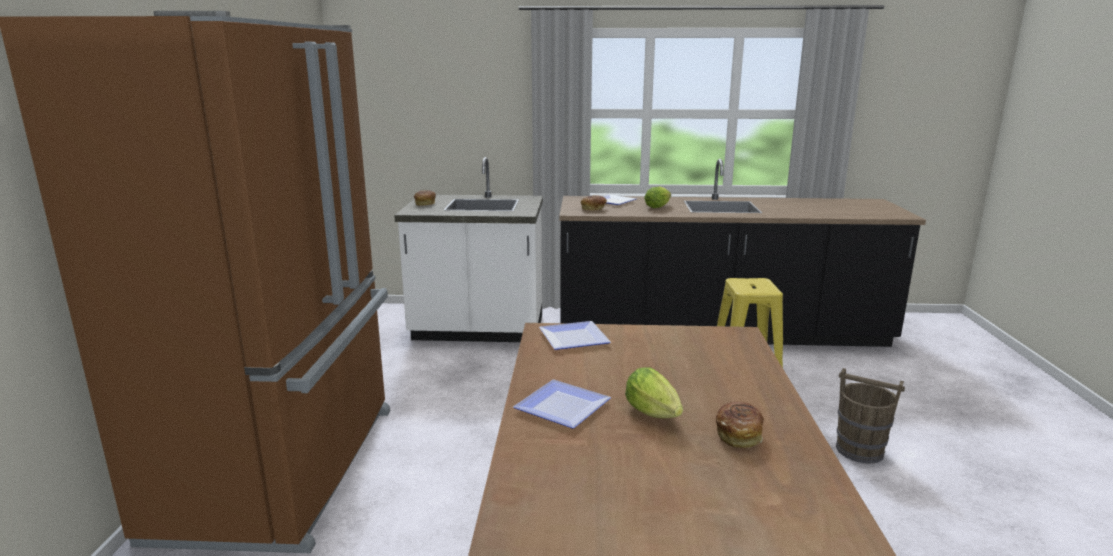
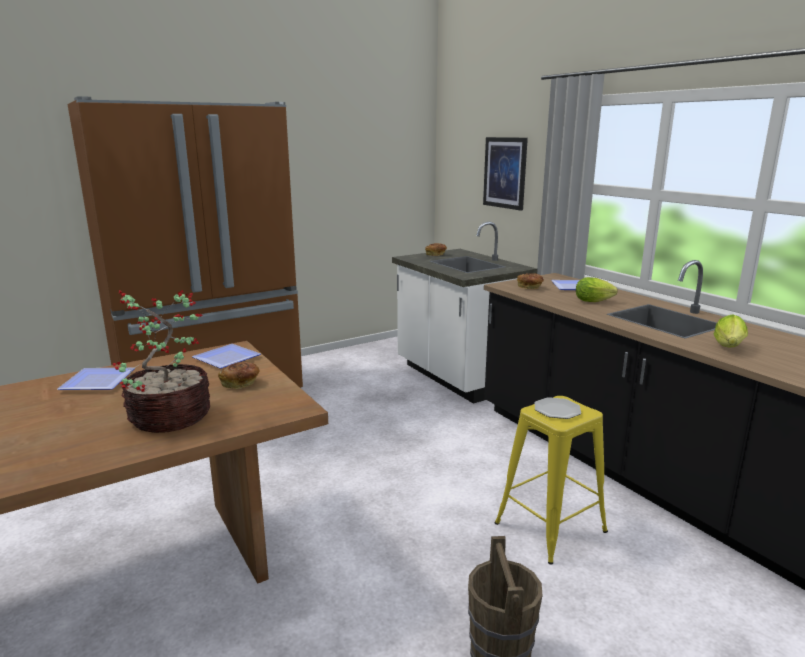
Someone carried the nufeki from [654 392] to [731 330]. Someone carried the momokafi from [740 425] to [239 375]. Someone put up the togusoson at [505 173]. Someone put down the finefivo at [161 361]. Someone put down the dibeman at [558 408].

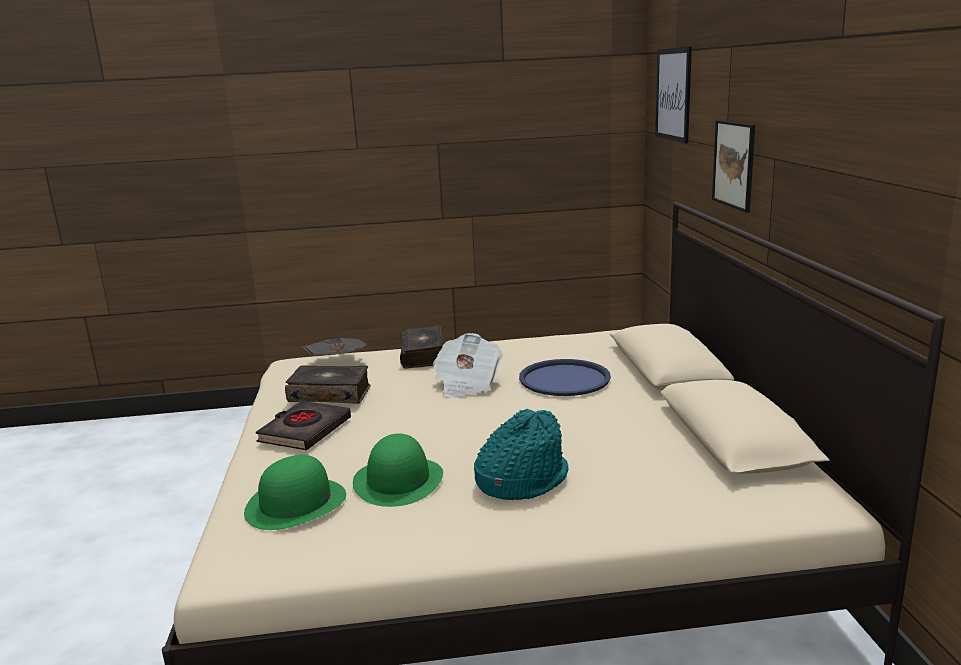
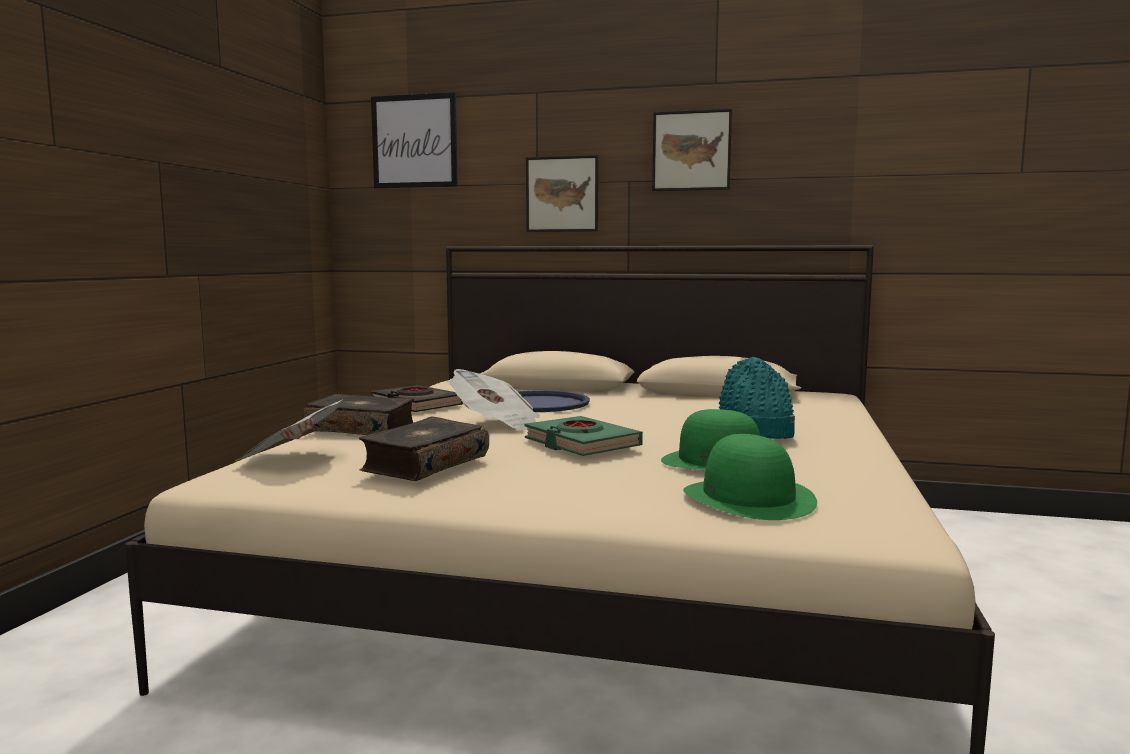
Someone carried the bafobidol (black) from [303 425] to [417 398]. Someone put up the togusoson at [692 150]. Someone put down the bafobidol (green) at [584 436].

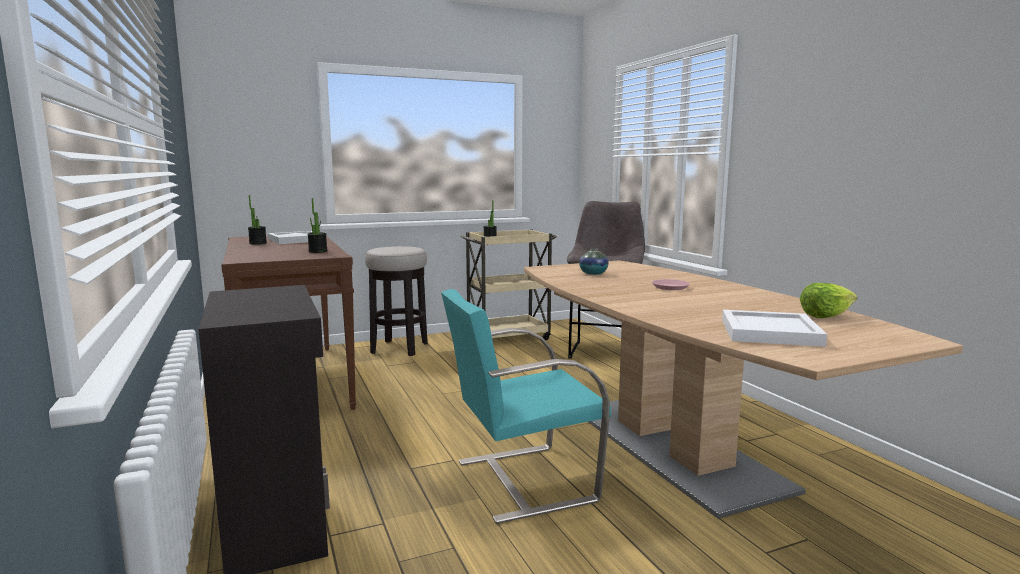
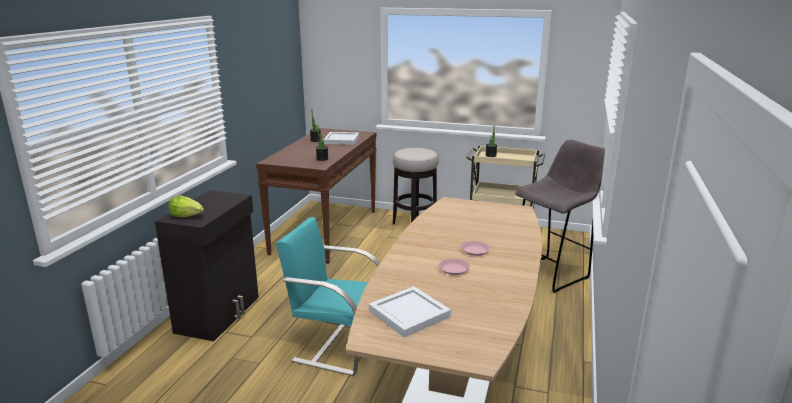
Someone took away the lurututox at [594 261]. Someone carried the nufeki from [828 300] to [186 206]. Someone put down the dibeman (pink) at [454 267].

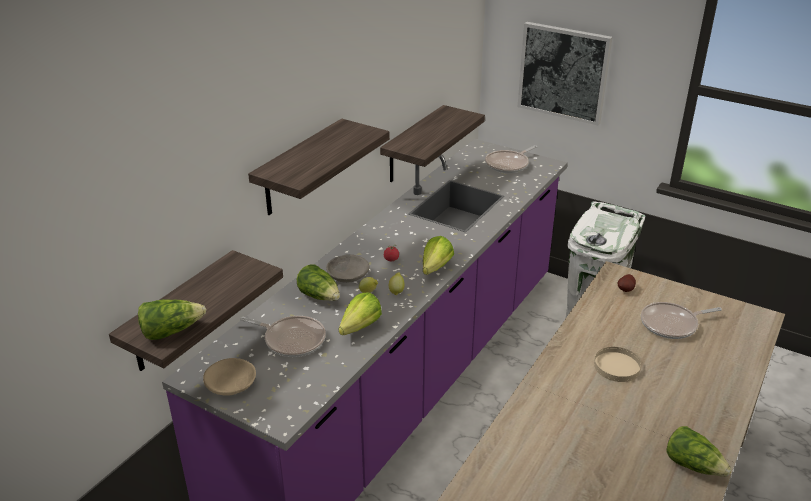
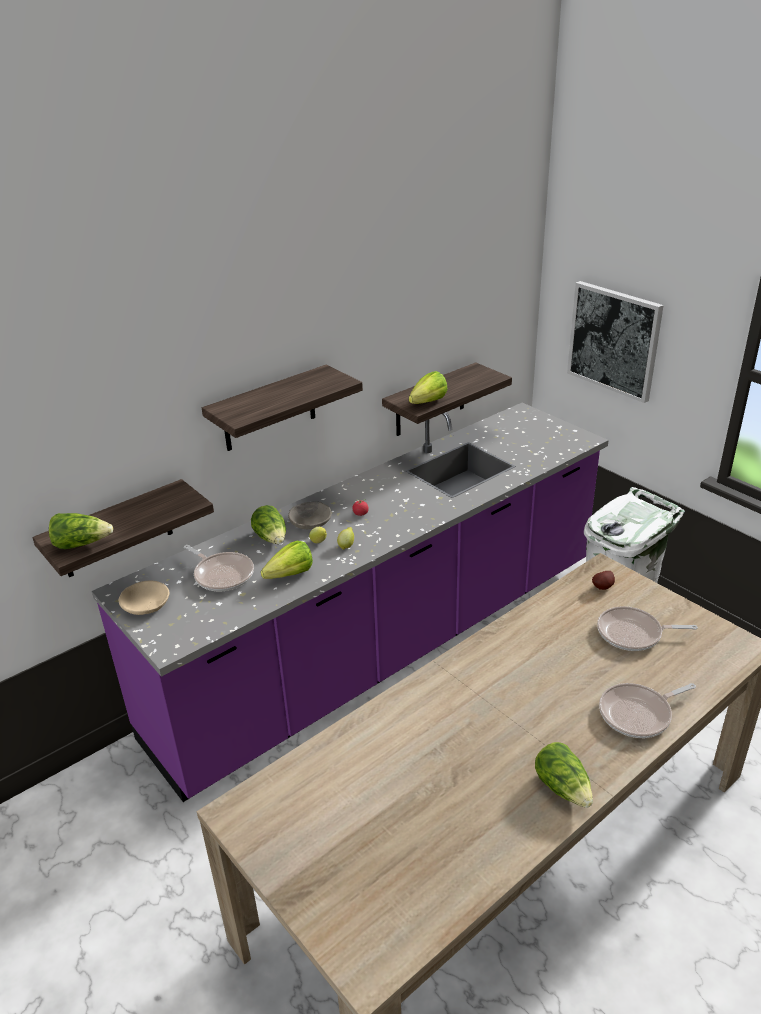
Someone carried the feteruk from [511 159] to [647 710]. Someone carried the nufeki from [438 255] to [428 387]. Someone took away the dibeman (beige) at [617 364].

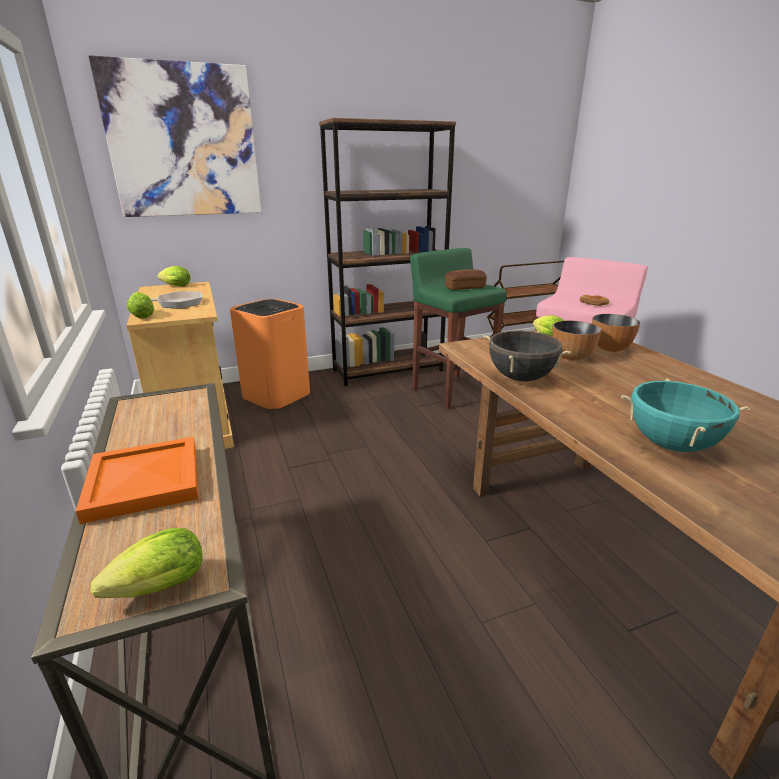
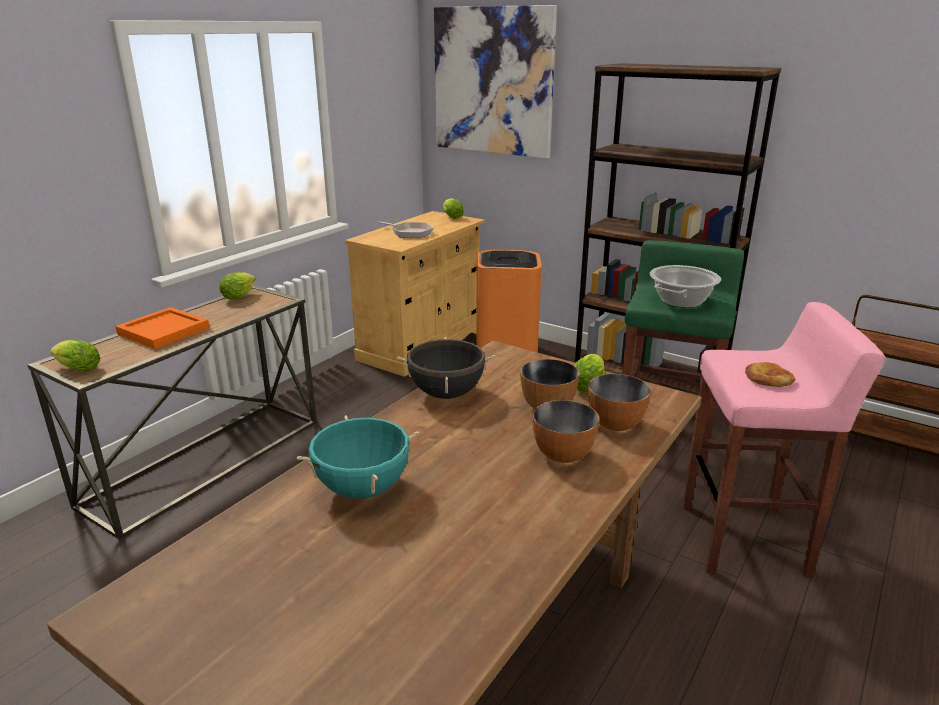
Someone swapped the momokafi at [466 279] for the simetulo at [685 286]. Someone carried the nufeki from [140 305] to [237 286]. Someone put down the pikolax at [566 431].

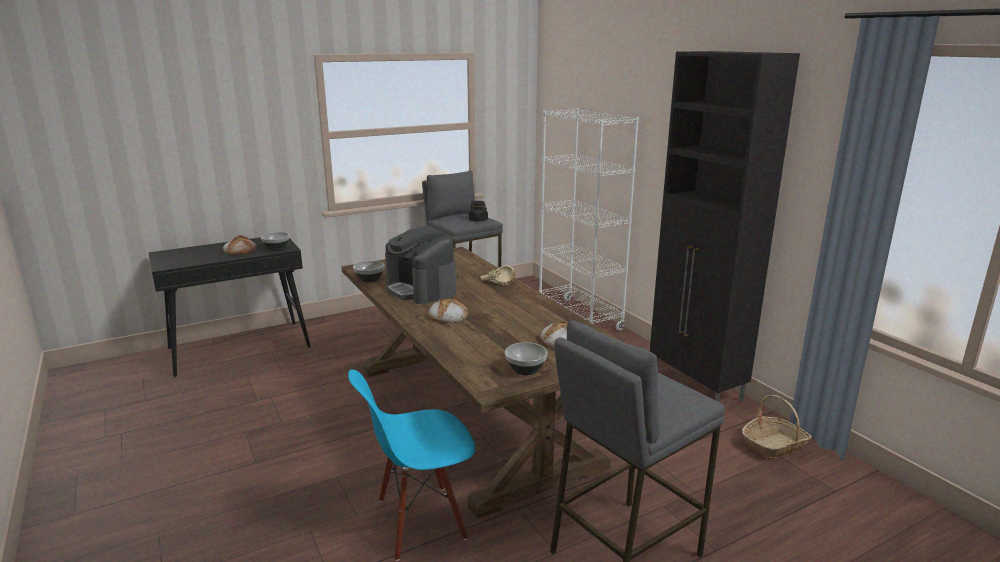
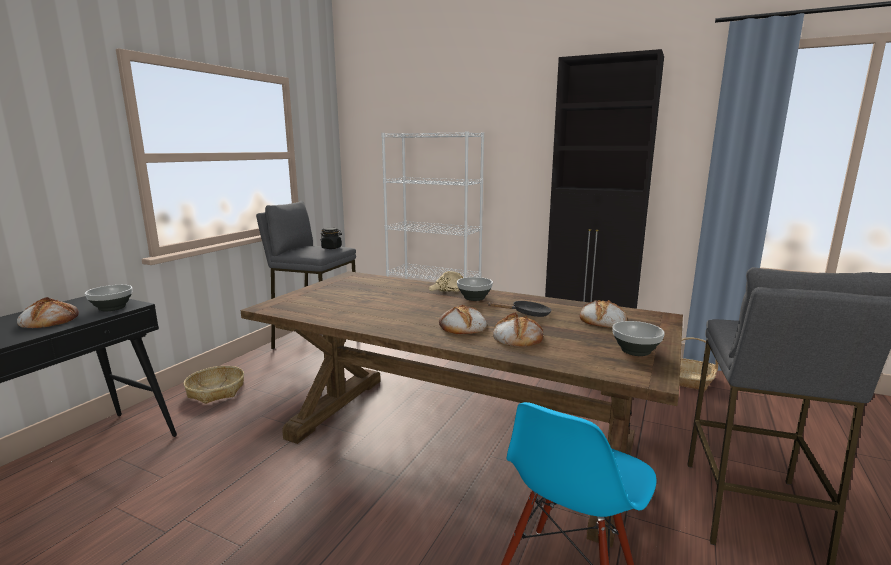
Someone took away the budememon at [420 265]. Someone carried the pikolax from [369 271] to [475 289]. Someone put down the feteruk (black) at [519 309]. Someone put down the momokafi at [518 329]. Someone put down the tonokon at [214 385].

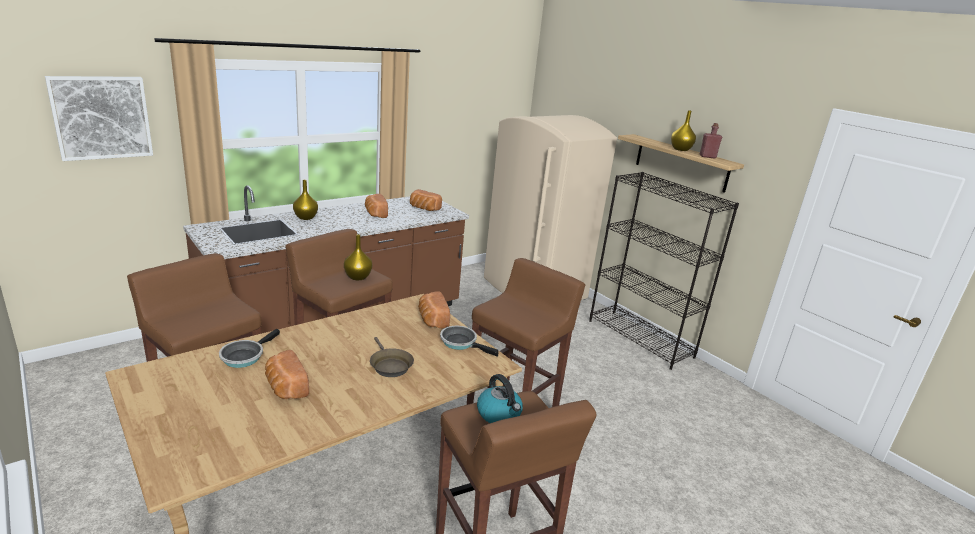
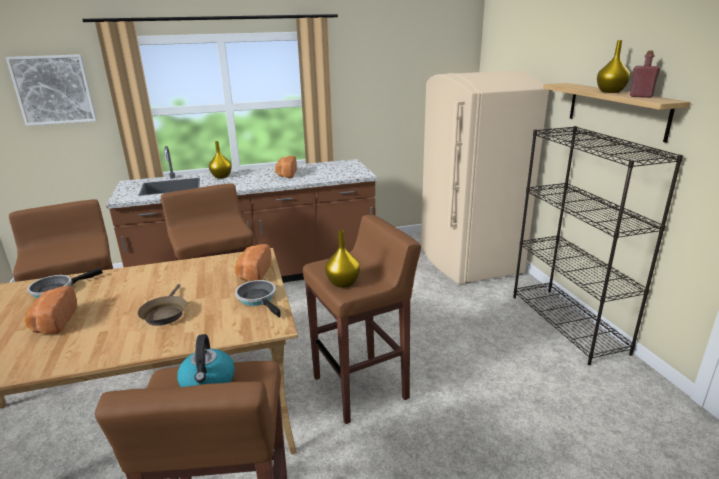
Someone took away the momokafi at [426 200]. Someone carried the lurututox (yellow) from [358 257] to [342 259].

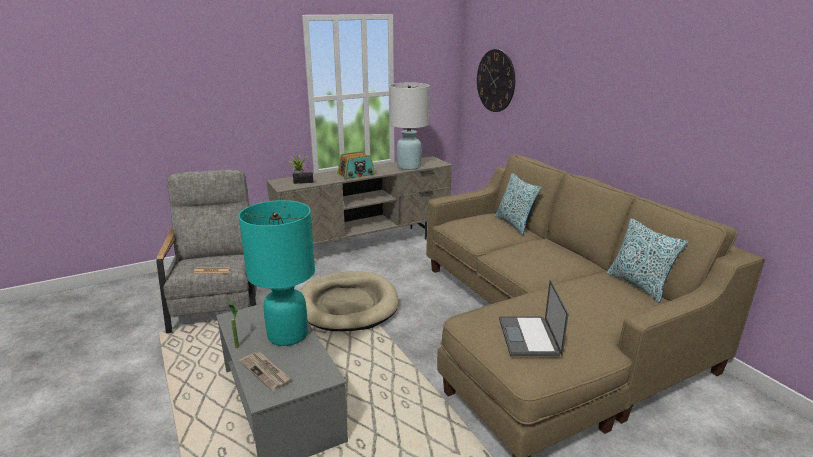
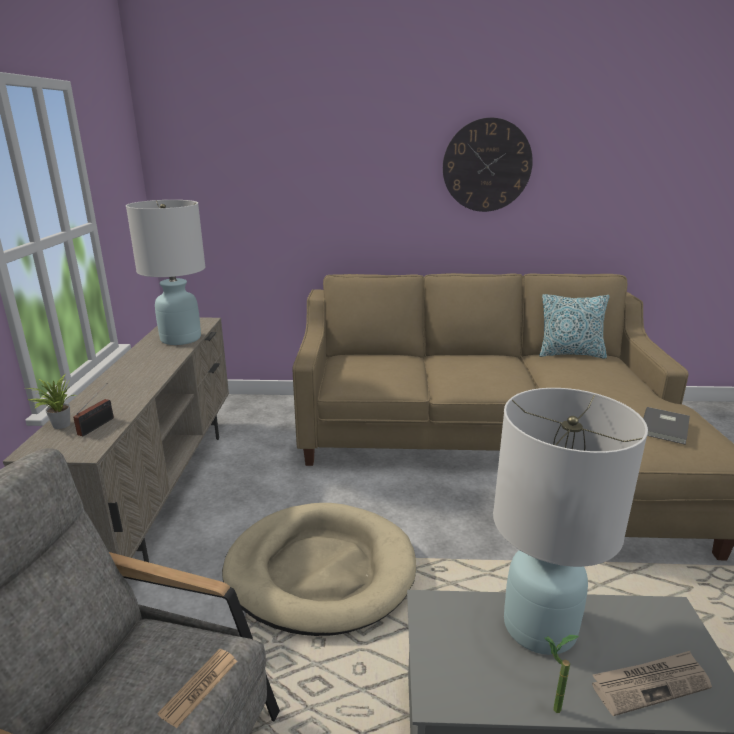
Someone carried the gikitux from [496 80] to [488 165]. Someone took away the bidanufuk at [356 165]. Someone took away the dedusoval at [518 204]. Someone repainted the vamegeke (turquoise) at [276 273], which became the vamegeke (white) at [570 521]. Someone swapped the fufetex at [534 318] for the bafobidol (grey) at [666 426].

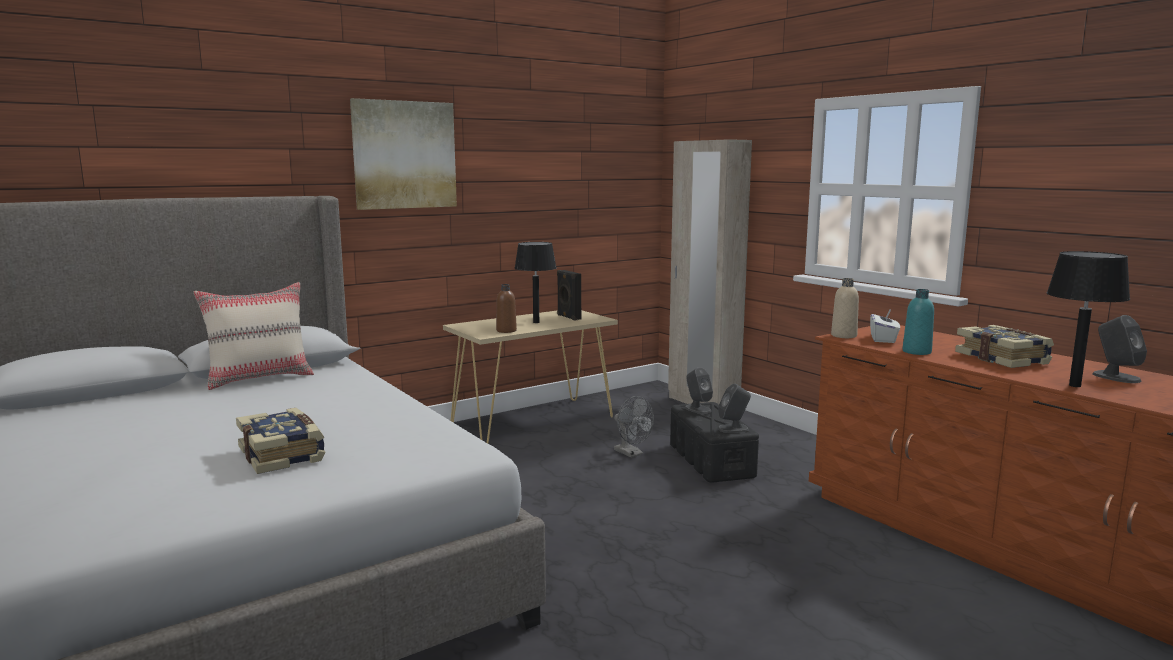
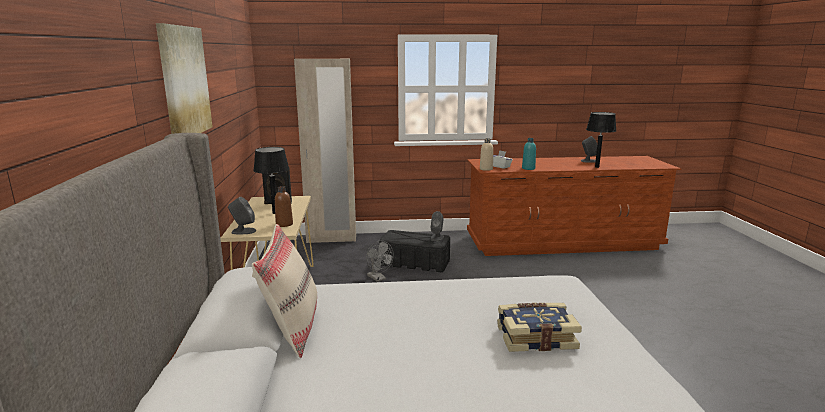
Someone took away the bafobidol at [1004 346]. Someone carried the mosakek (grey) from [699 390] to [242 215]. Someone rotated the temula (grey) at [634 427] by 60 degrees clockwise.

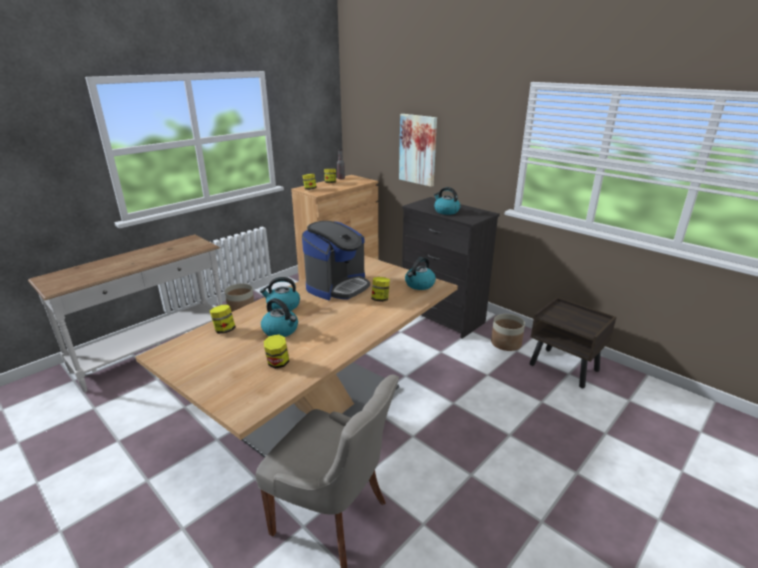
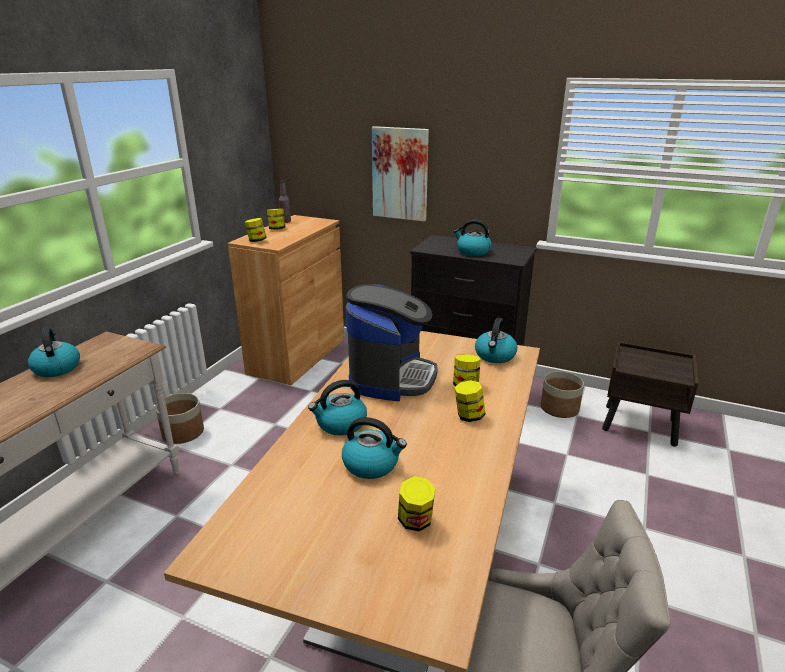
Someone carried the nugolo from [223 319] to [470 401]. Someone put down the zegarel at [54 352].

